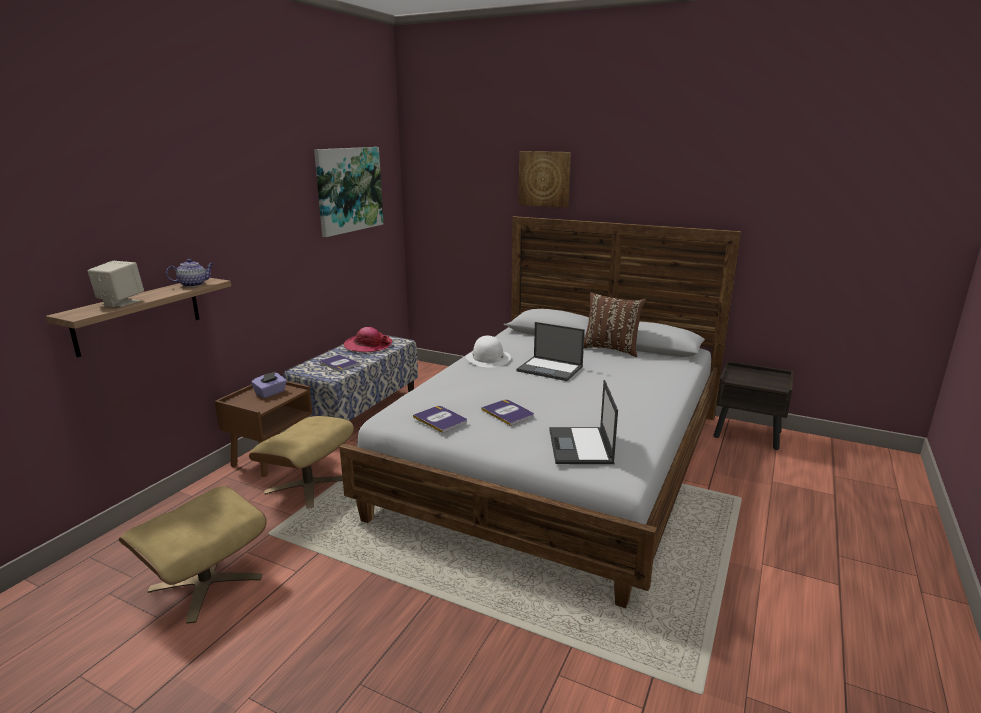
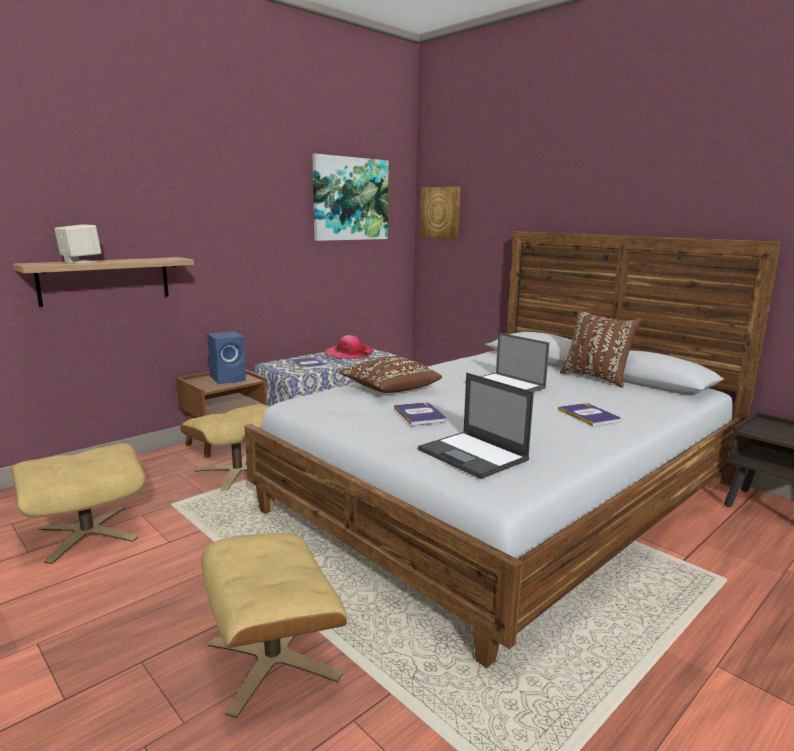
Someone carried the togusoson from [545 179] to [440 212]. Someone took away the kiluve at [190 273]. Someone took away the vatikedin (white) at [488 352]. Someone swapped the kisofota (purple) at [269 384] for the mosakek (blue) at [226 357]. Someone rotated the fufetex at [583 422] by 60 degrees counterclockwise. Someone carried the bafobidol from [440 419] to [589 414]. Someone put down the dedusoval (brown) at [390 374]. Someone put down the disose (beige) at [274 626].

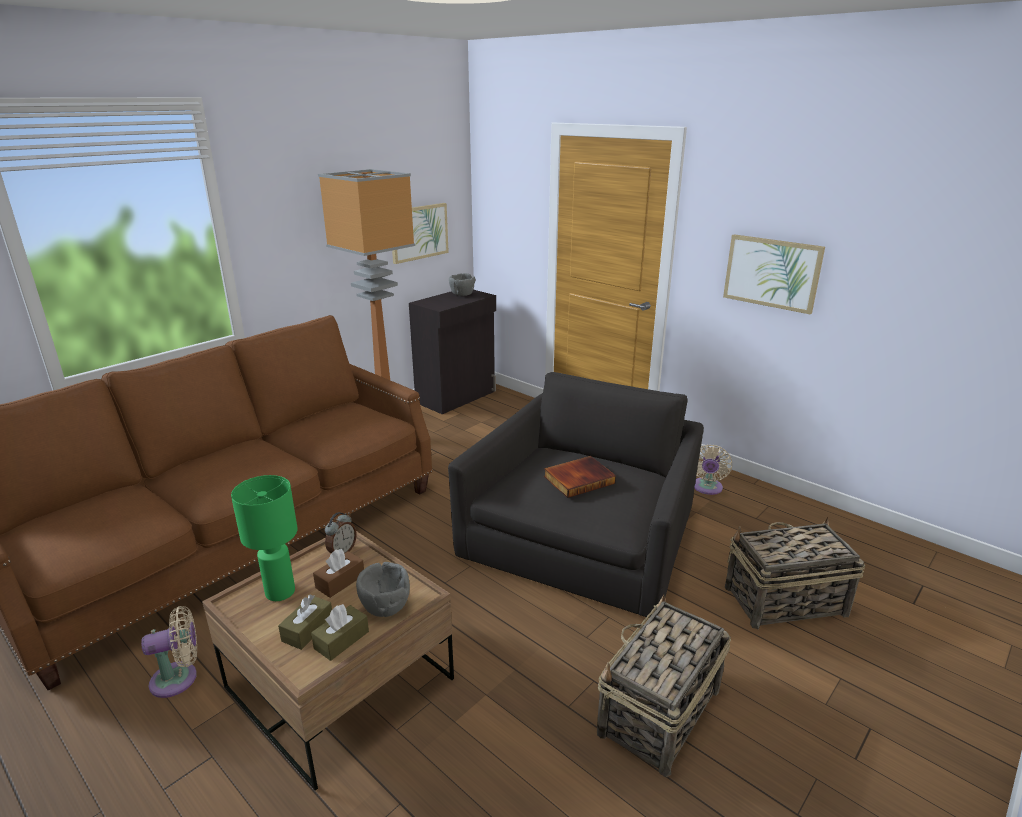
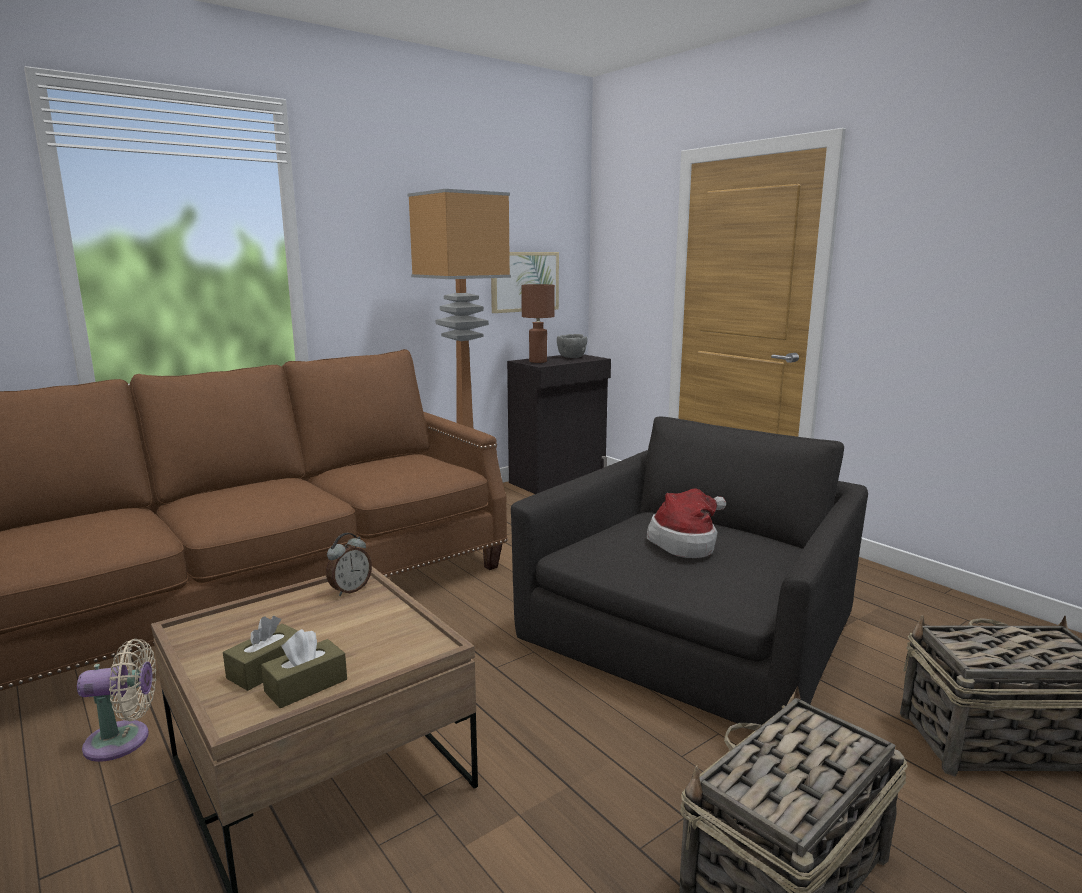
Someone took away the togusoson at [774 274]. Someone took away the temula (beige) at [713 470]. Someone swapped the bafobidol at [580 477] for the vatikedin at [686 523]. Someone took away the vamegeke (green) at [264 538]. Someone took away the kisofota (brown) at [338 573]. Someone took away the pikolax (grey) at [383 589]. Someone put down the vamegeke (brown) at [538 323].

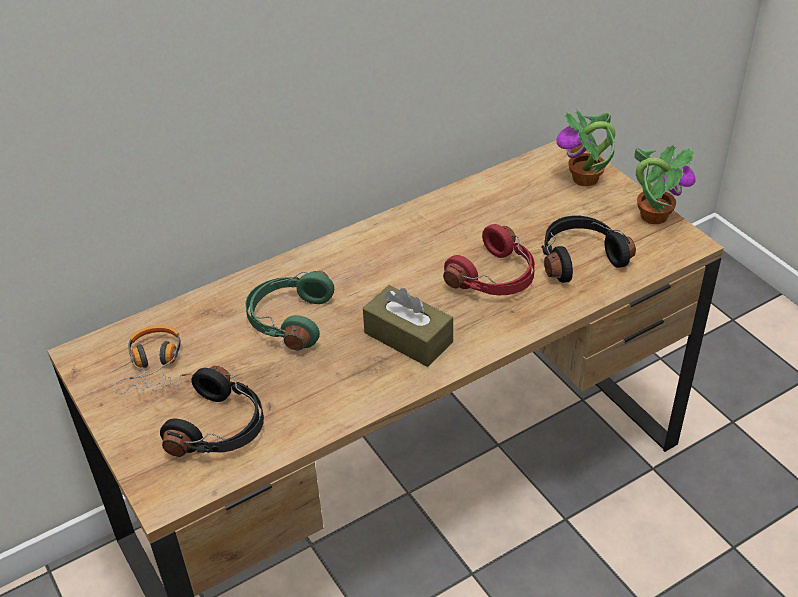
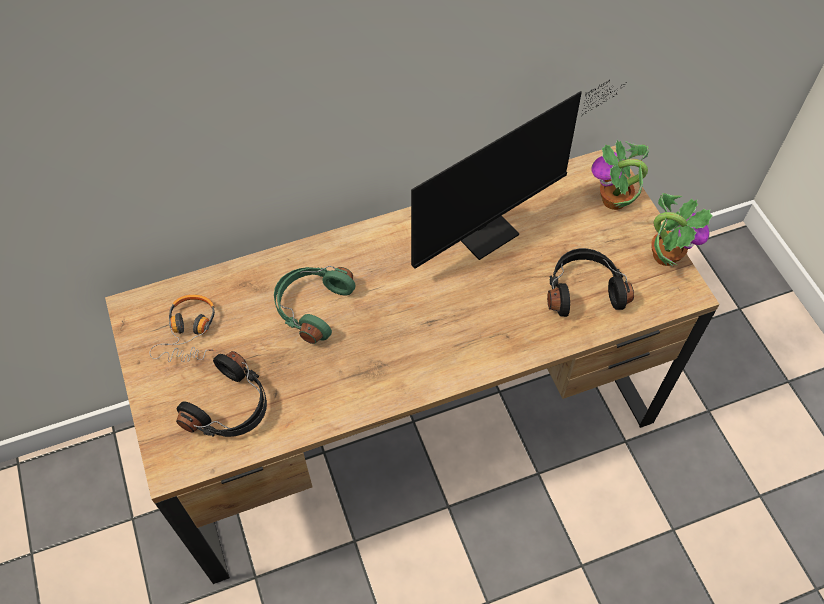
Someone took away the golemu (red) at [489 259]. Someone took away the kisofota (brown) at [408 326]. Someone put down the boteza at [519 174].

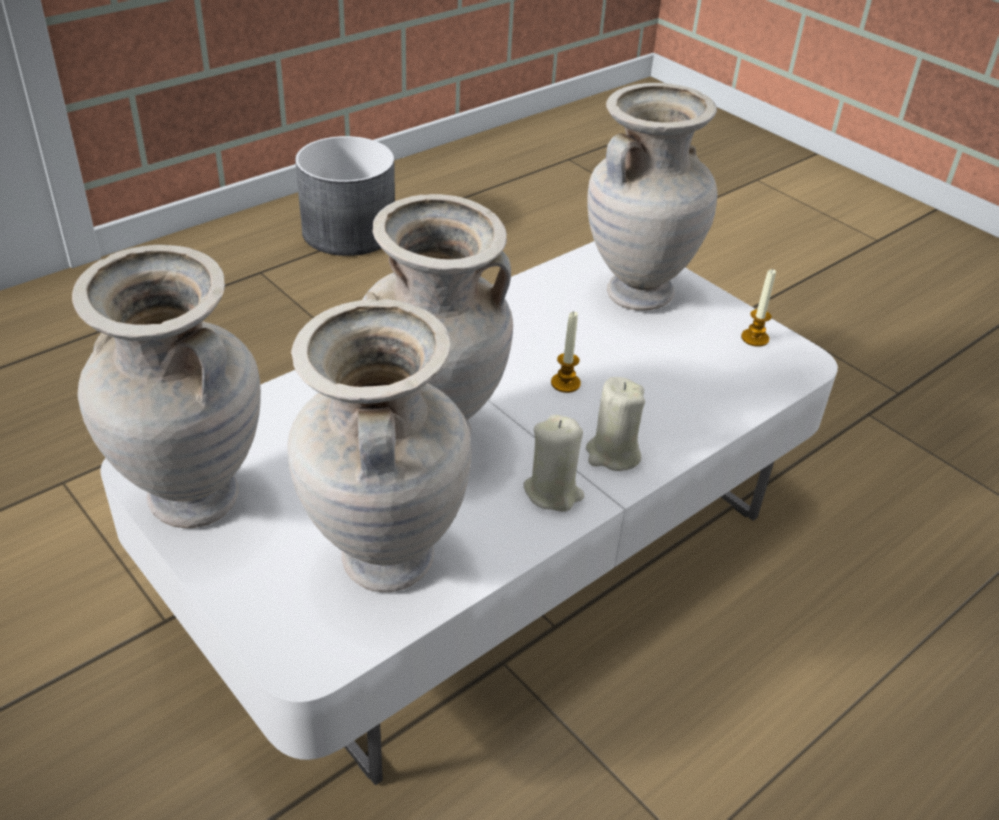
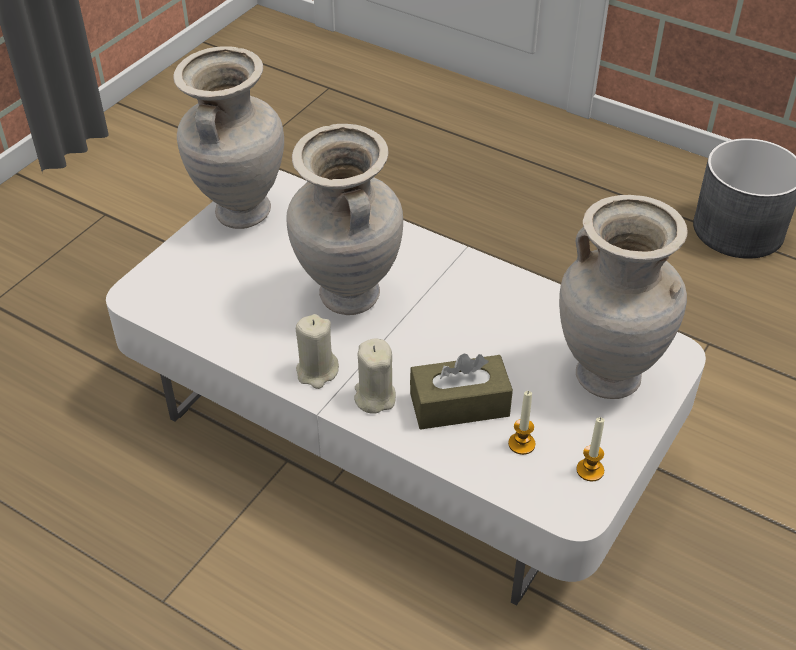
Someone took away the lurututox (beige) at [379 445]. Someone carried the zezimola from [566 352] to [522 423]. Someone put down the kisofota (brown) at [461 391].

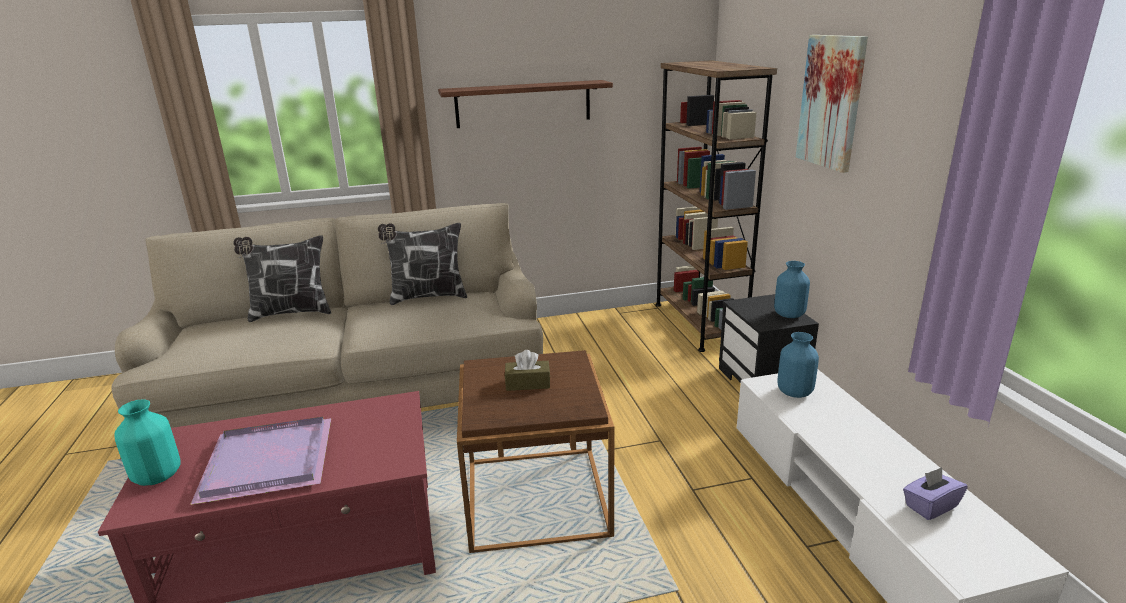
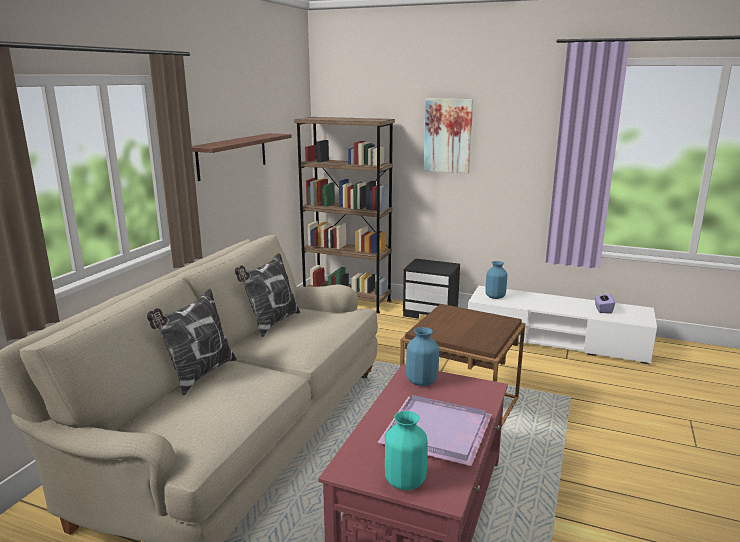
Someone carried the lurututox (blue) from [792 289] to [422 356]. Someone took away the kisofota (brown) at [527 370].

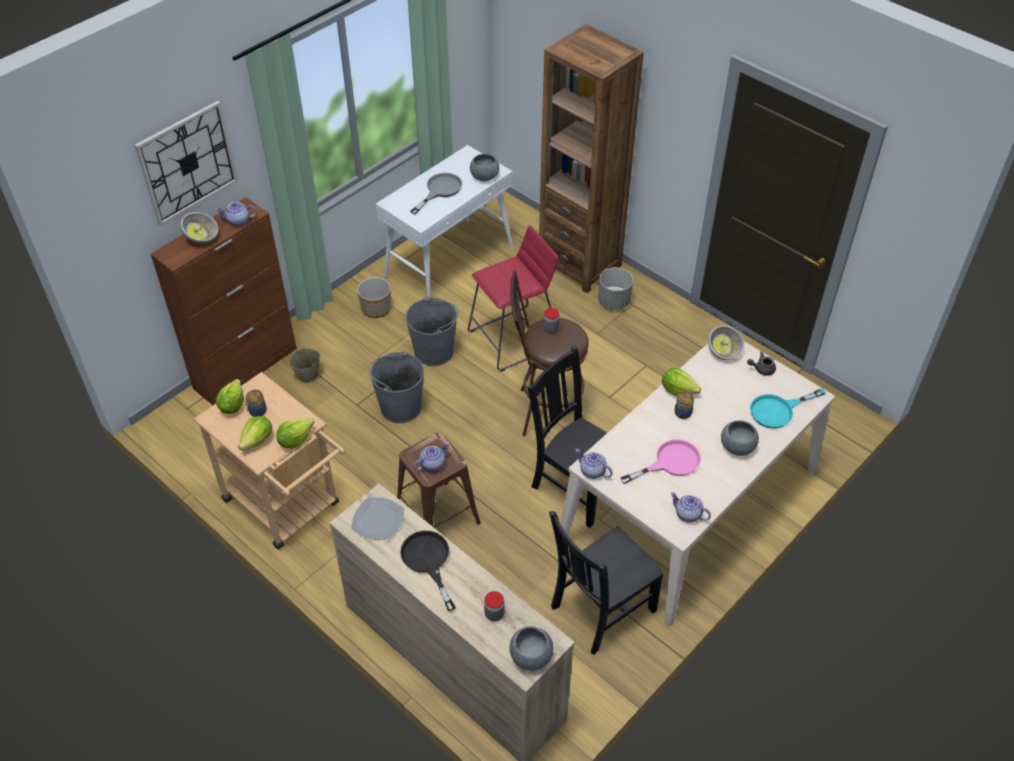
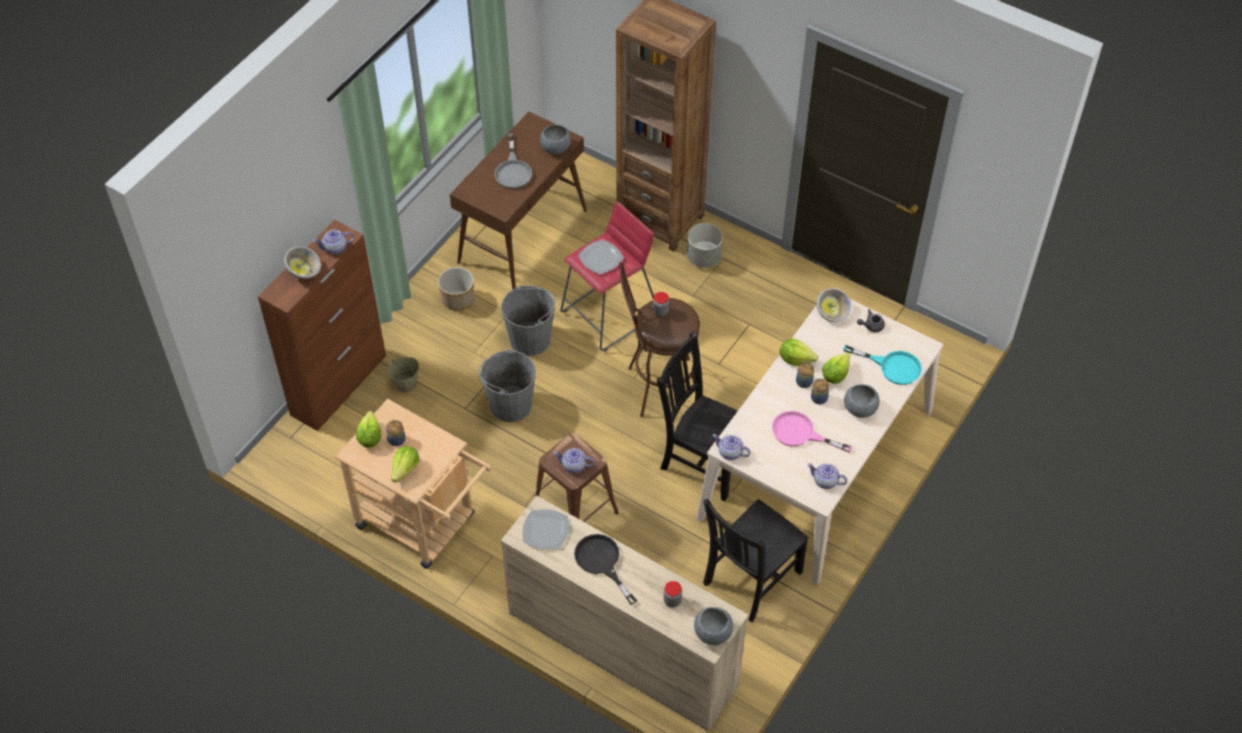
Someone took away the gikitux at [186 163]. Someone repainted the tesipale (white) at [444 221], which became the tesipale (brown) at [518 201]. Someone rotated the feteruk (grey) at [436 193] by 150 degrees clockwise. Someone rotated the feteruk (turquoise) at [788 408] by 120 degrees counterclockwise. Someone carried the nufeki from [295 433] to [836 368]. Someone rotated the feteruk (pink) at [660 461] by 120 degrees counterclockwise. Someone rotated the kiluve at [431 457] by 120 degrees counterclockwise. Someone put down the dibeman at [601 256]. Someone put down the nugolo at [820 391].

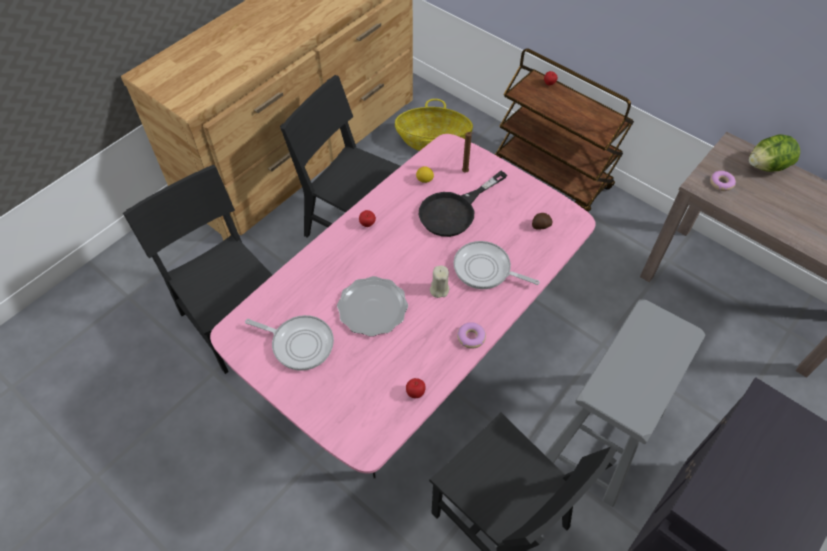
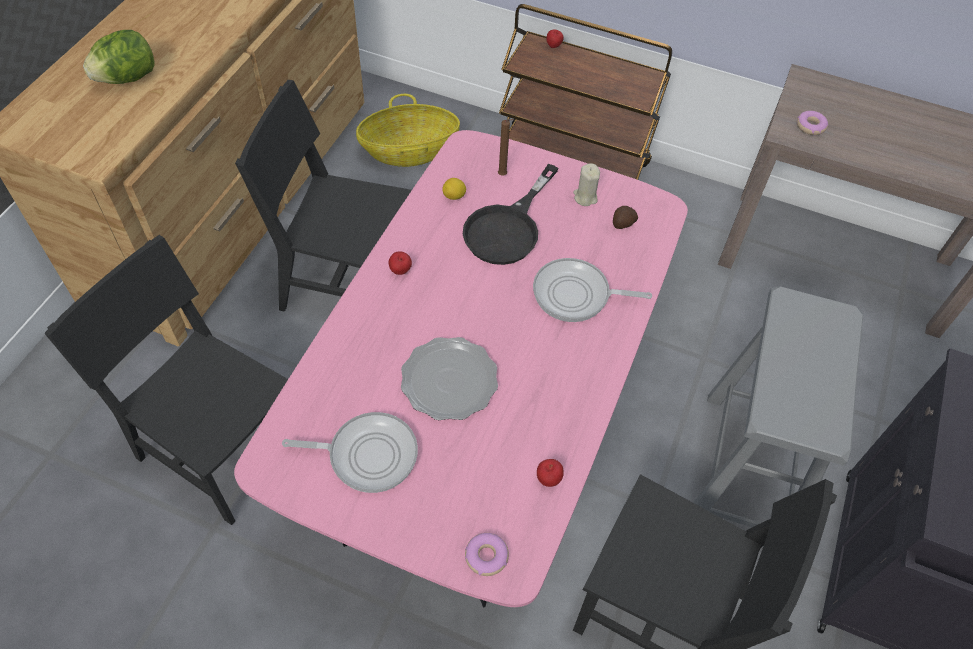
Someone carried the nufeki from [774 153] to [119 57]. Someone carried the zezimola (beige) from [439 281] to [586 184]. Someone carried the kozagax from [471 335] to [487 554].

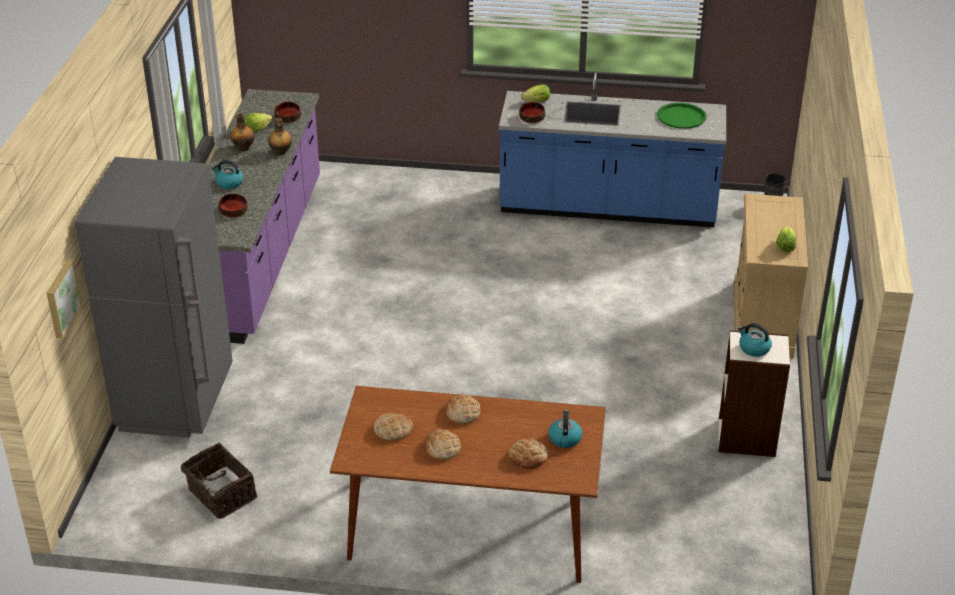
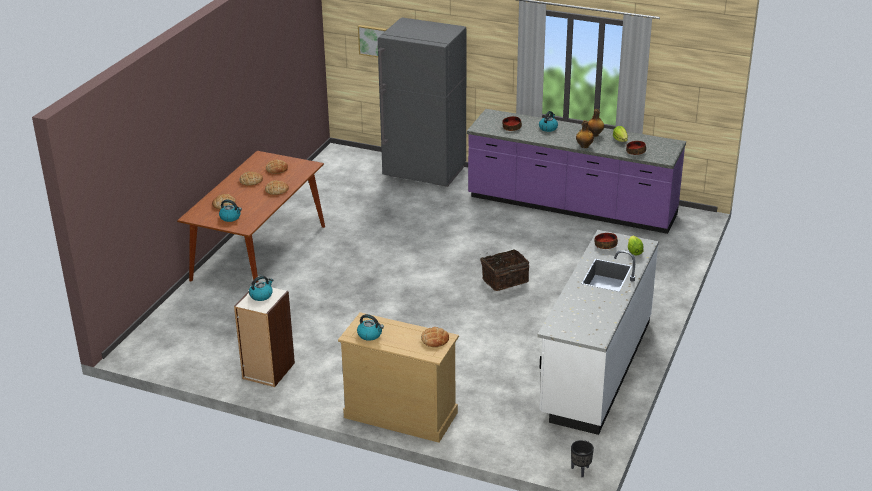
Someone repainted the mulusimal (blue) at [612 149], which became the mulusimal (white) at [598 332]. Someone took away the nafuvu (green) at [682 116]. Someone swapped the nufeki at [786 239] for the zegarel at [370 327]. Someone carried the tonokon from [219 481] to [504 270]. Someone put down the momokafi at [435 337].

